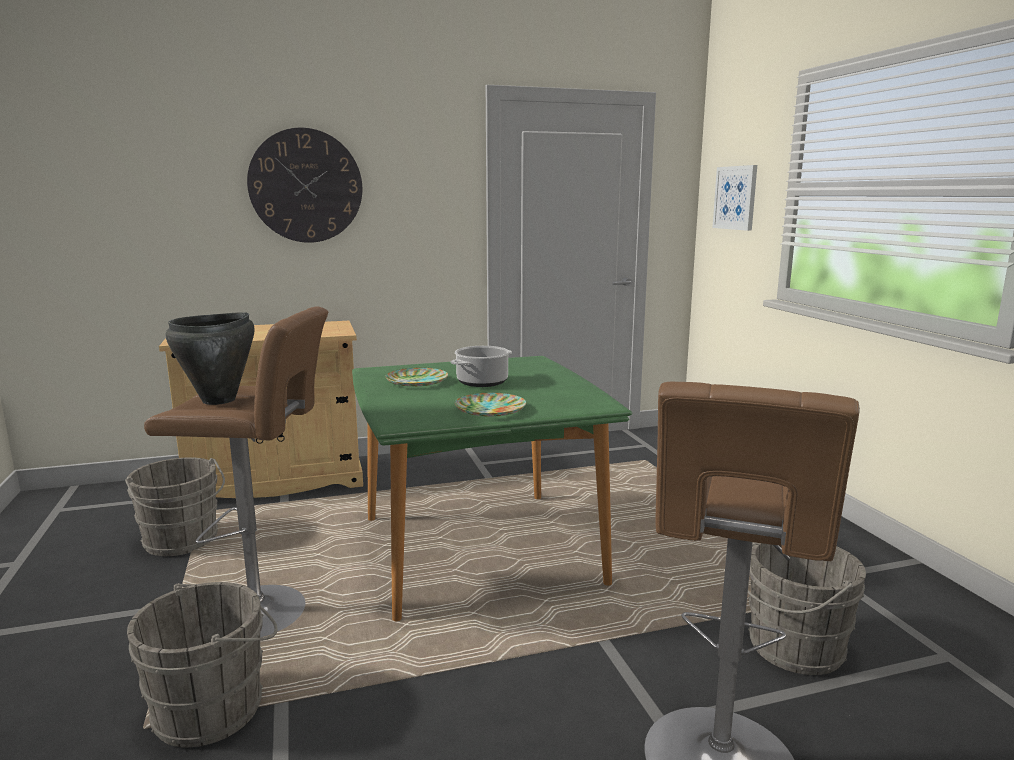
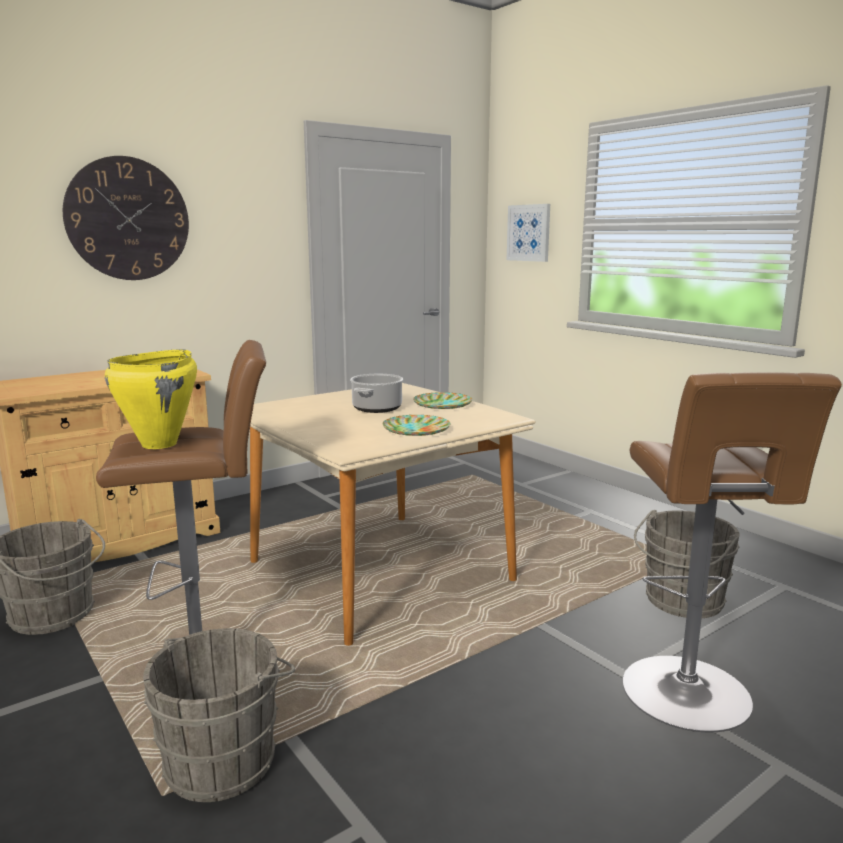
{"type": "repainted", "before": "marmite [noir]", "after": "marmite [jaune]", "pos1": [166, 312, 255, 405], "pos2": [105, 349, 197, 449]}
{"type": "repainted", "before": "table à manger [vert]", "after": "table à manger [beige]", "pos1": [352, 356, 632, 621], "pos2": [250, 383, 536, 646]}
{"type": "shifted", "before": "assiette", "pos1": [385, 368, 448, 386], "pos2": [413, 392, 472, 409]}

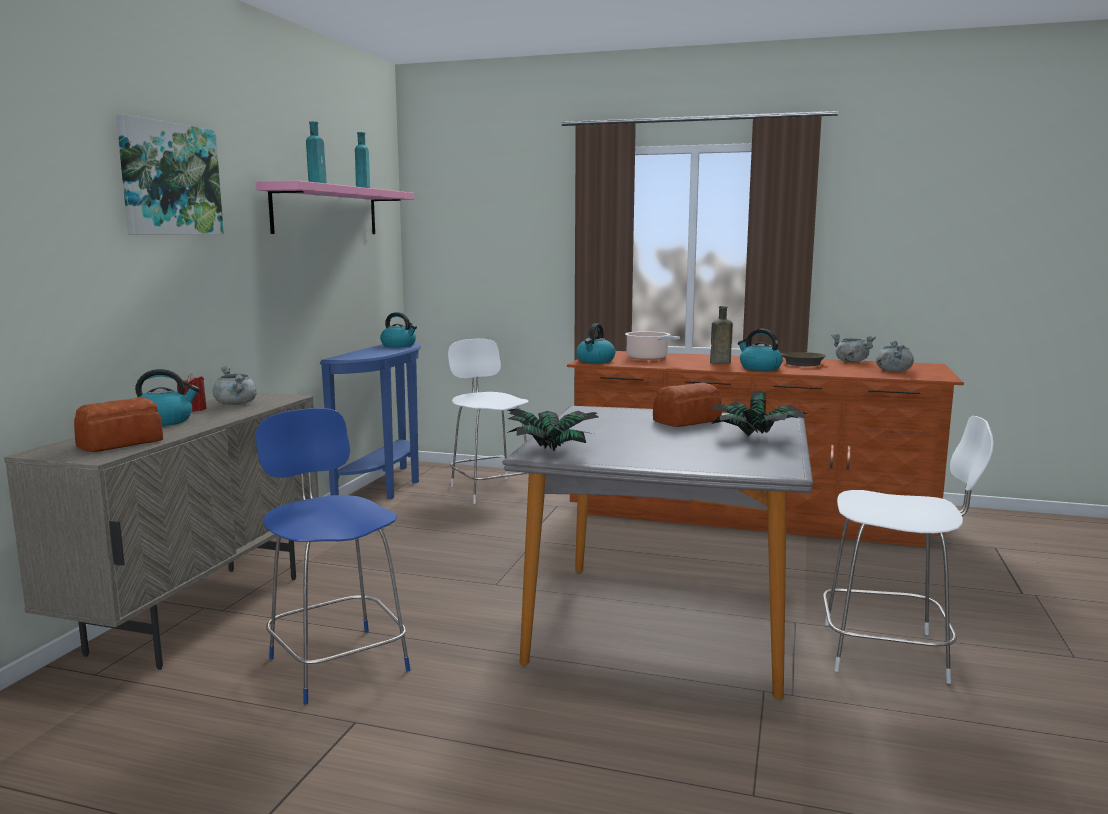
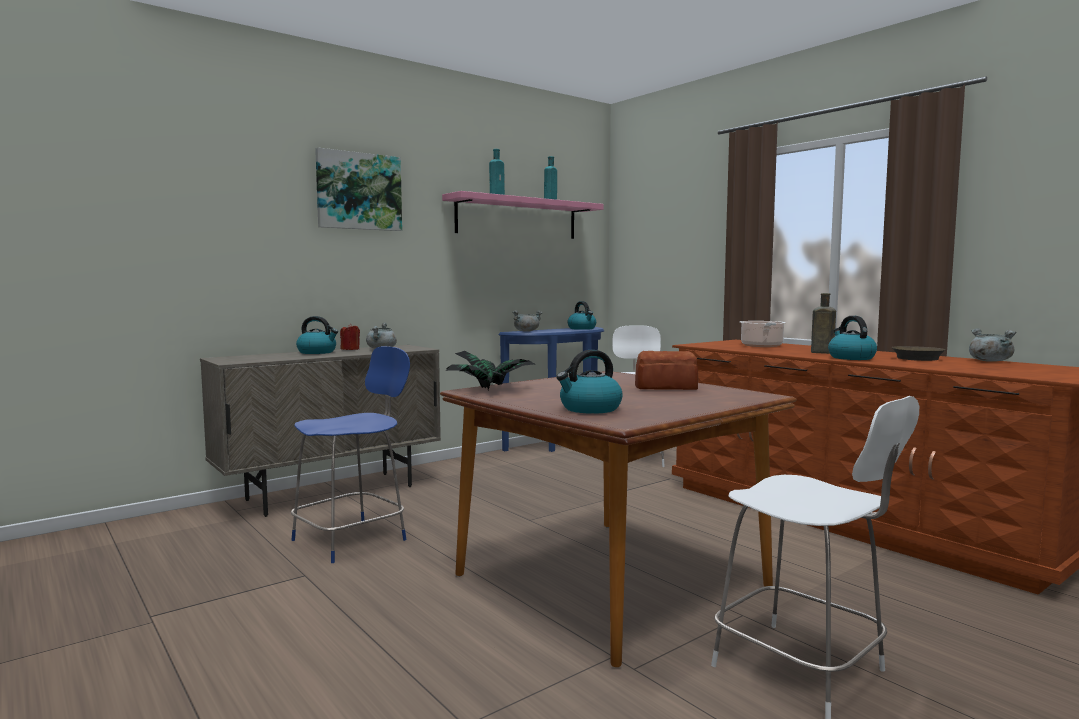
{"type": "rotated", "before": "chaise [bleu]", "pos1": [256, 408, 410, 705], "pos2": [291, 346, 410, 563], "turn": 45}
{"type": "repainted", "before": "table à manger [gris]", "after": "table à manger [marron]", "pos1": [502, 406, 813, 699], "pos2": [440, 371, 797, 667]}
{"type": "shifted", "before": "marmite [gris]", "pos1": [876, 340, 914, 372], "pos2": [512, 310, 543, 332]}
{"type": "shifted", "before": "bouilloire", "pos1": [576, 324, 615, 363], "pos2": [556, 350, 623, 414]}
{"type": "gone", "before": "pain", "pos1": [74, 397, 163, 452]}
{"type": "gone", "before": "plante en pot", "pos1": [710, 391, 807, 436]}

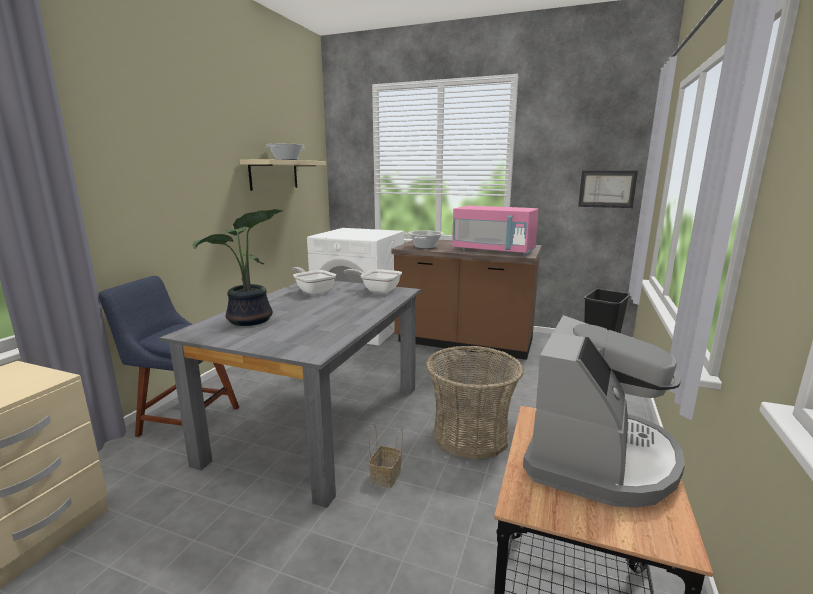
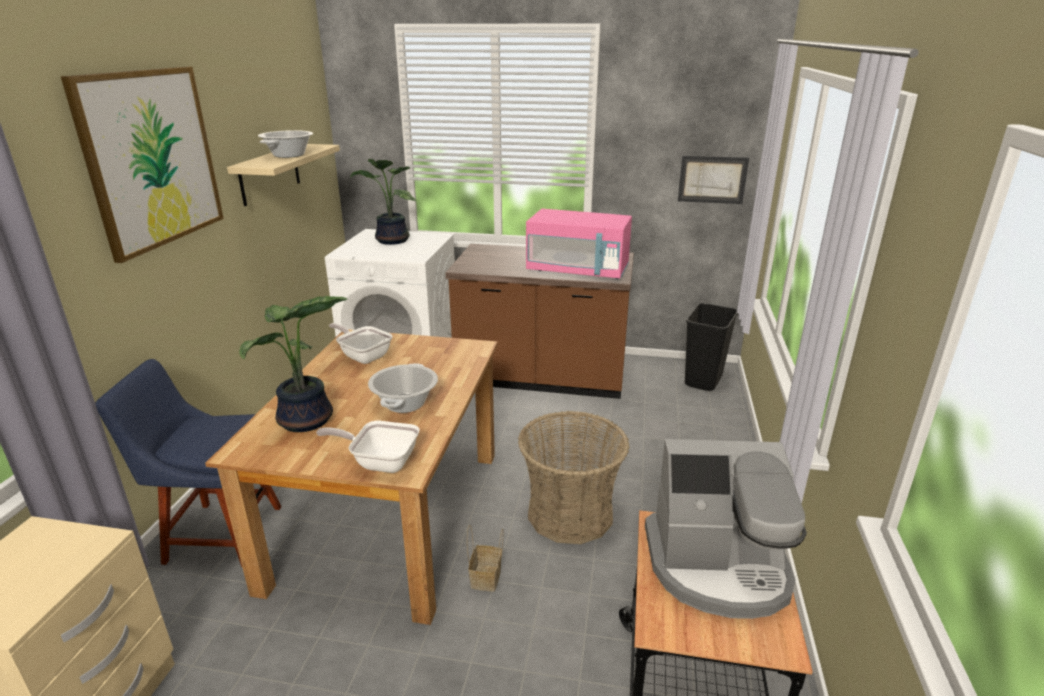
{"type": "new", "after": "tableau", "pos2": [61, 67, 224, 263]}
{"type": "repainted", "before": "table à manger [gris]", "after": "table à manger [marron]", "pos1": [159, 281, 421, 508], "pos2": [205, 329, 498, 625]}
{"type": "shifted", "before": "poêle", "pos1": [343, 269, 402, 293], "pos2": [316, 421, 420, 473]}
{"type": "new", "after": "plante en pot", "pos2": [351, 159, 417, 245]}
{"type": "shifted", "before": "marmite", "pos1": [408, 230, 444, 249], "pos2": [368, 363, 438, 413]}
{"type": "rotated", "before": "machine à café", "pos1": [523, 315, 685, 508], "pos2": [645, 439, 807, 619], "turn": 75}

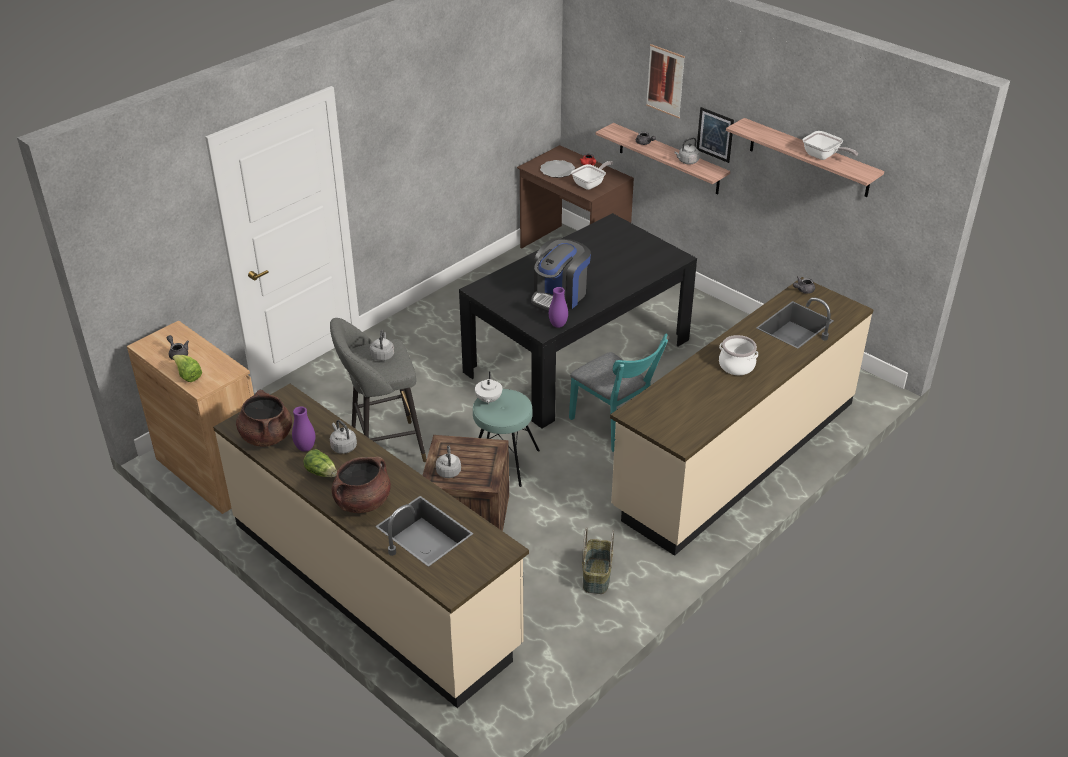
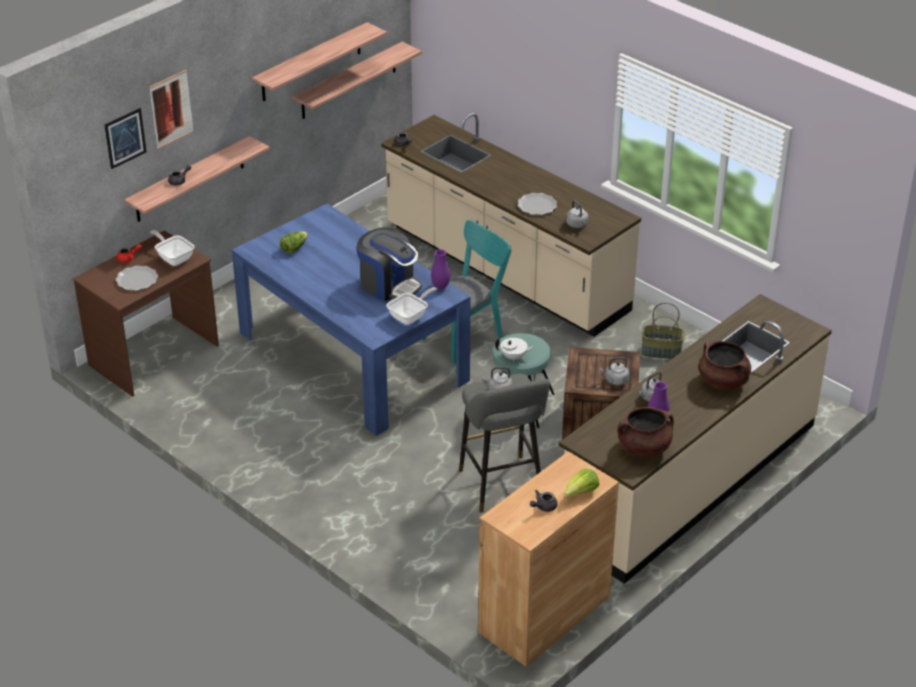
{"type": "shifted", "before": "tableau", "pos1": [697, 107, 734, 163], "pos2": [105, 108, 147, 169]}
{"type": "repainted", "before": "table à manger [noir]", "after": "table à manger [bleu]", "pos1": [459, 213, 697, 428], "pos2": [232, 203, 470, 436]}
{"type": "shifted", "before": "laitue", "pos1": [303, 449, 337, 477], "pos2": [280, 232, 308, 253]}
{"type": "new", "after": "étagère", "pos2": [292, 42, 422, 119]}
{"type": "shifted", "before": "poêle", "pos1": [803, 131, 858, 160], "pos2": [387, 287, 437, 325]}
{"type": "new", "after": "assiette", "pos2": [518, 193, 557, 215]}
{"type": "shifted", "before": "bouilloire [gris]", "pos1": [674, 137, 700, 164], "pos2": [566, 200, 588, 228]}
{"type": "gone", "before": "marmite", "pos1": [719, 335, 758, 375]}

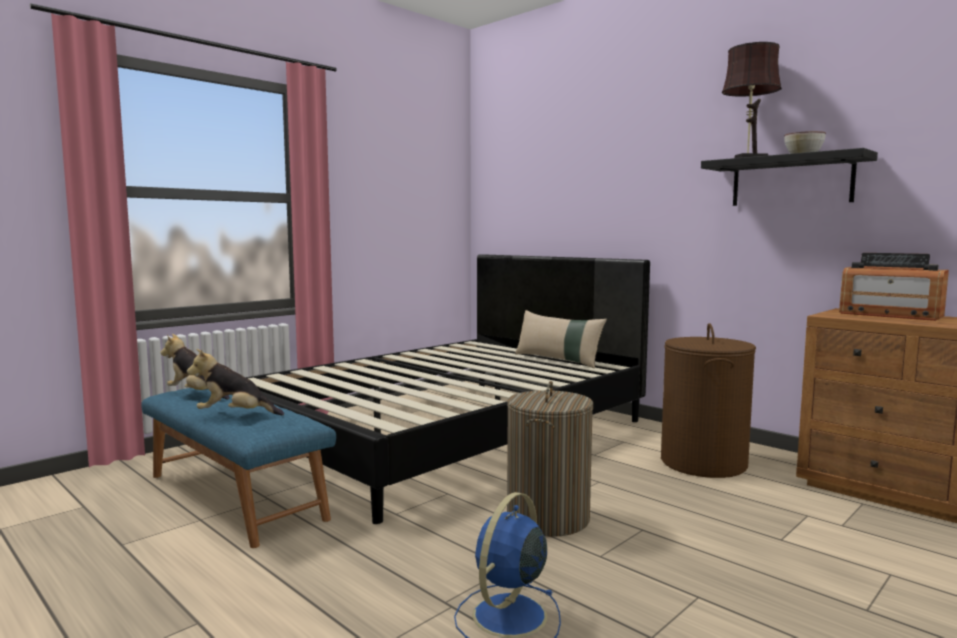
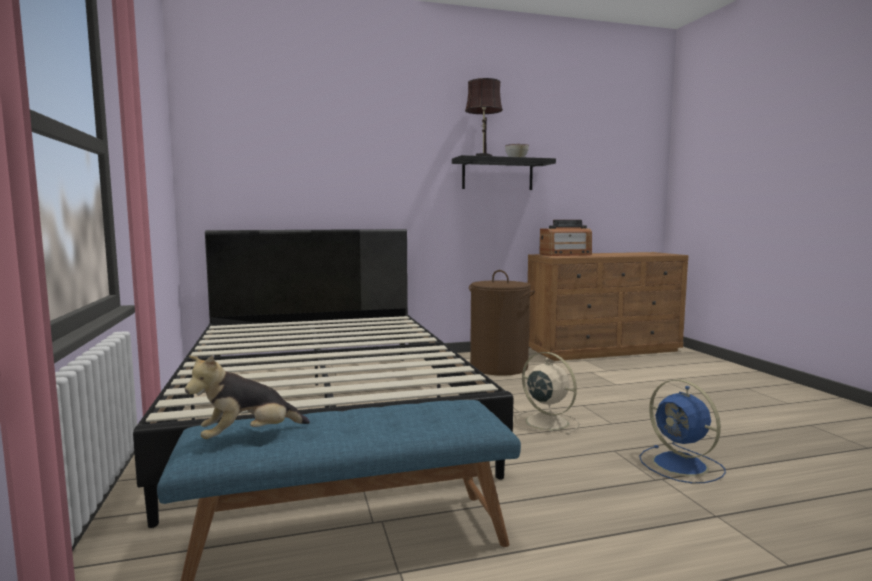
{"type": "swapped", "before": "panier à linge", "after": "ventilateur [beige]", "pos1": [507, 381, 593, 537], "pos2": [513, 352, 580, 435]}
{"type": "gone", "before": "peluche", "pos1": [187, 349, 284, 415]}
{"type": "gone", "before": "coussin [beige]", "pos1": [515, 310, 607, 368]}

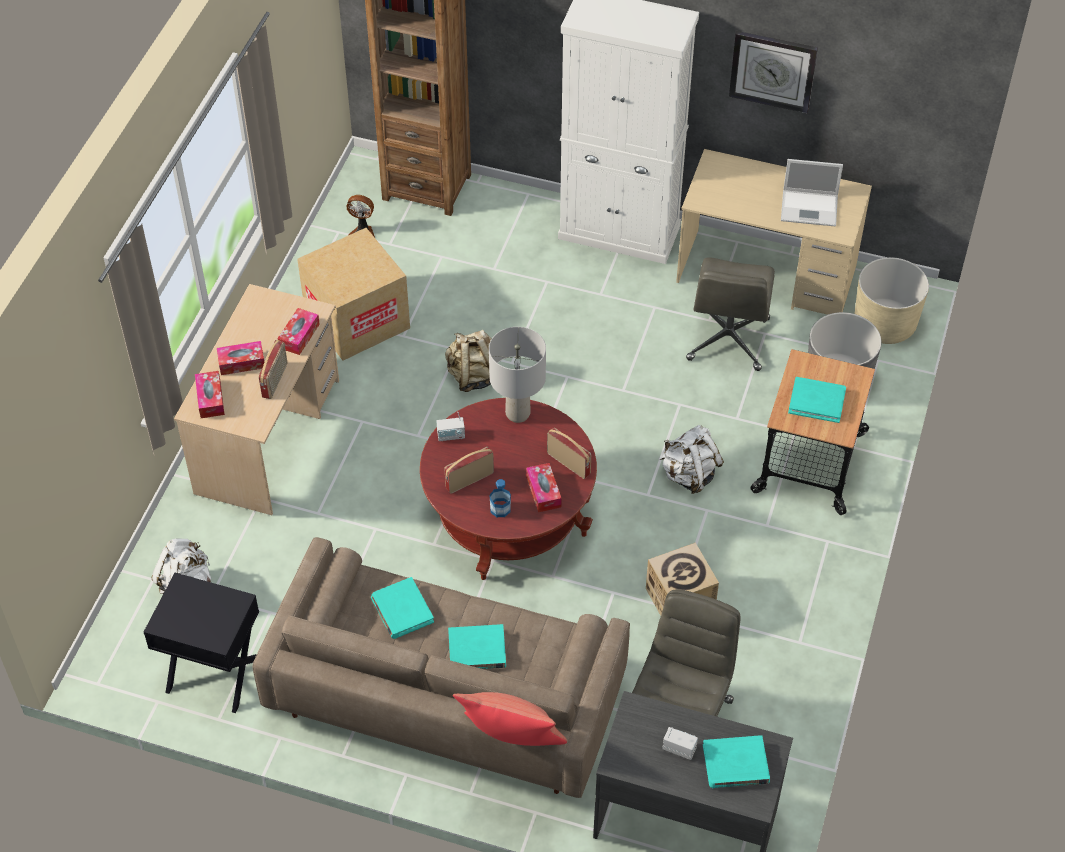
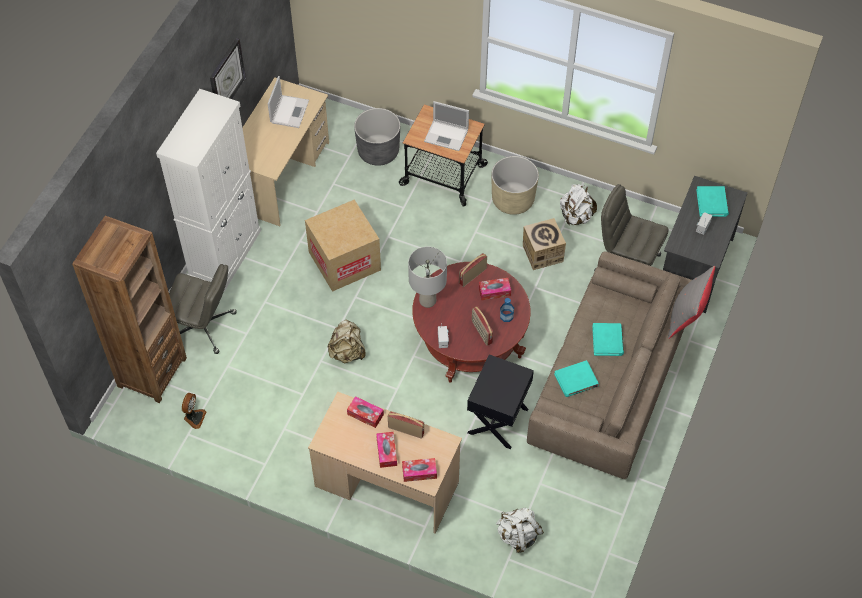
{"type": "shifted", "before": "chaise de bureau [gris]", "pos1": [686, 258, 775, 371], "pos2": [169, 264, 237, 354]}
{"type": "shifted", "before": "carton", "pos1": [297, 228, 410, 360], "pos2": [305, 199, 381, 292]}
{"type": "swapped", "before": "livre [turquoise]", "after": "ordinateur portable", "pos1": [788, 377, 846, 423], "pos2": [424, 101, 469, 151]}
{"type": "shifted", "before": "table d'appoint [noir]", "pos1": [144, 573, 259, 713], "pos2": [467, 354, 534, 449]}
{"type": "shifted", "before": "cache-pot [beige]", "pos1": [855, 257, 929, 344], "pos2": [491, 156, 539, 215]}
{"type": "shifted", "before": "sac à dos [blanc]", "pos1": [659, 425, 724, 494], "pos2": [560, 184, 597, 225]}
{"type": "repainted", "before": "coussin [rouge]", "after": "coussin [gris]", "pos1": [453, 692, 567, 746], "pos2": [668, 266, 715, 339]}

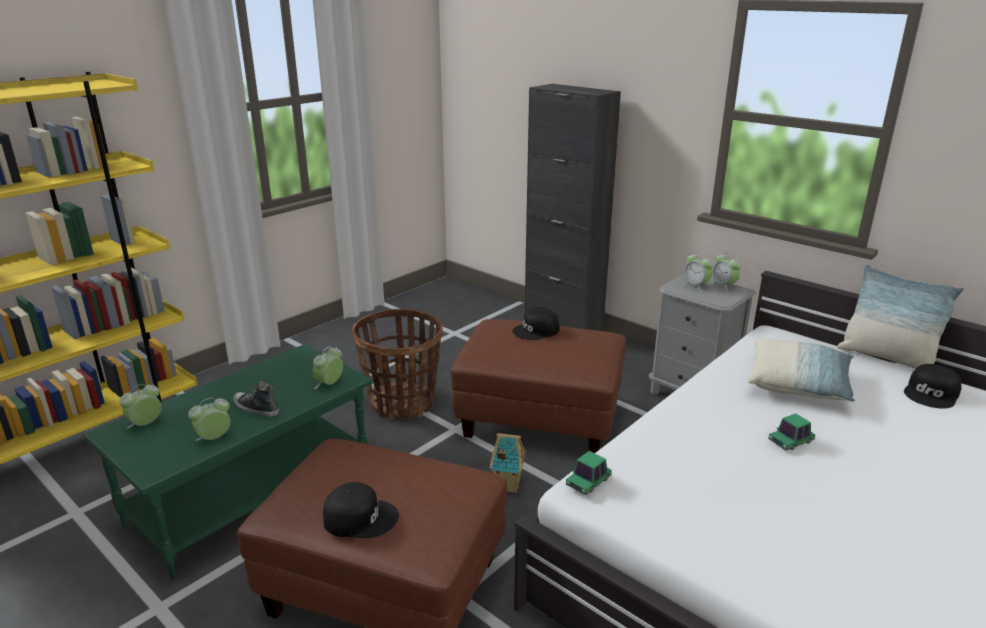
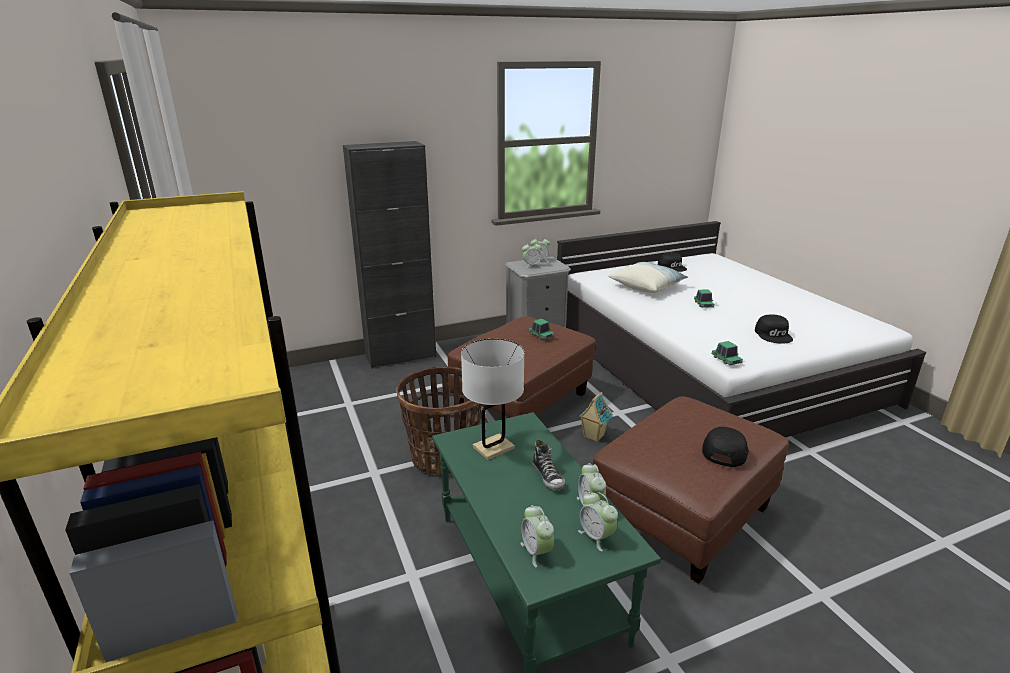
{"type": "new", "after": "lampe de table [blanc]", "pos2": [461, 339, 524, 460]}
{"type": "new", "after": "petite voiture", "pos2": [528, 319, 554, 340]}
{"type": "rotated", "before": "chaussure", "pos1": [233, 380, 279, 417], "pos2": [532, 439, 565, 490], "turn": -75}
{"type": "shifted", "before": "réveil", "pos1": [313, 346, 343, 389], "pos2": [578, 492, 618, 552]}
{"type": "shifted", "before": "casquette [noir]", "pos1": [512, 307, 560, 340], "pos2": [755, 314, 793, 344]}
{"type": "gone", "before": "coussin", "pos1": [837, 264, 964, 369]}

